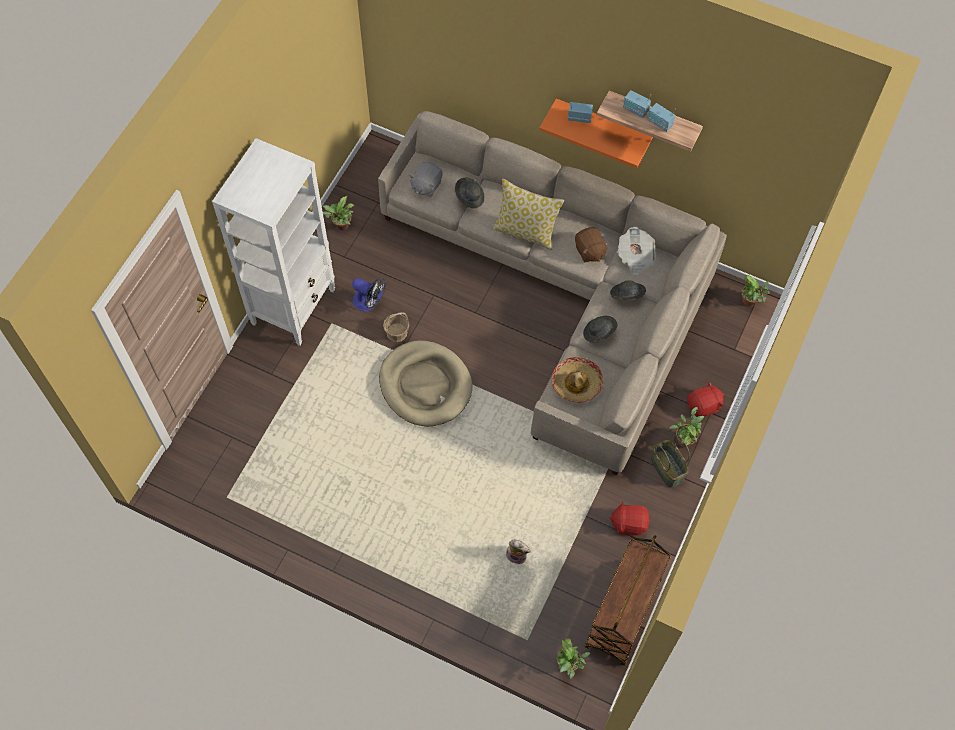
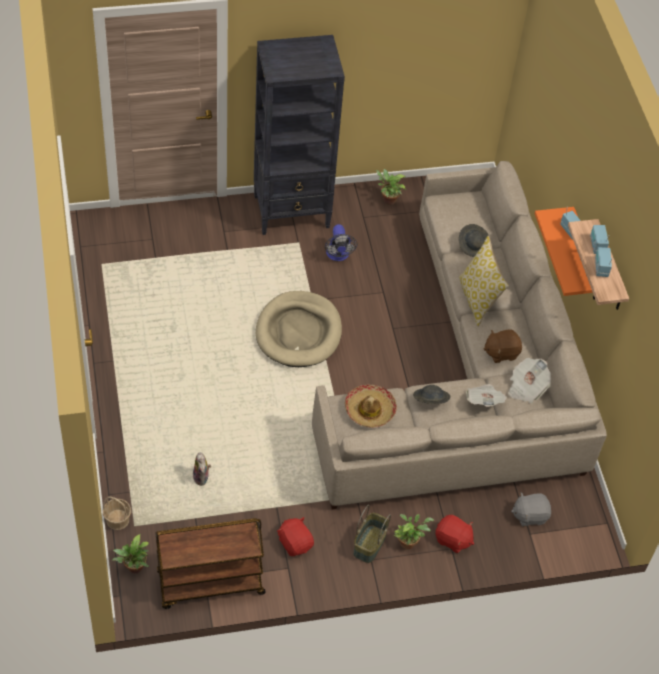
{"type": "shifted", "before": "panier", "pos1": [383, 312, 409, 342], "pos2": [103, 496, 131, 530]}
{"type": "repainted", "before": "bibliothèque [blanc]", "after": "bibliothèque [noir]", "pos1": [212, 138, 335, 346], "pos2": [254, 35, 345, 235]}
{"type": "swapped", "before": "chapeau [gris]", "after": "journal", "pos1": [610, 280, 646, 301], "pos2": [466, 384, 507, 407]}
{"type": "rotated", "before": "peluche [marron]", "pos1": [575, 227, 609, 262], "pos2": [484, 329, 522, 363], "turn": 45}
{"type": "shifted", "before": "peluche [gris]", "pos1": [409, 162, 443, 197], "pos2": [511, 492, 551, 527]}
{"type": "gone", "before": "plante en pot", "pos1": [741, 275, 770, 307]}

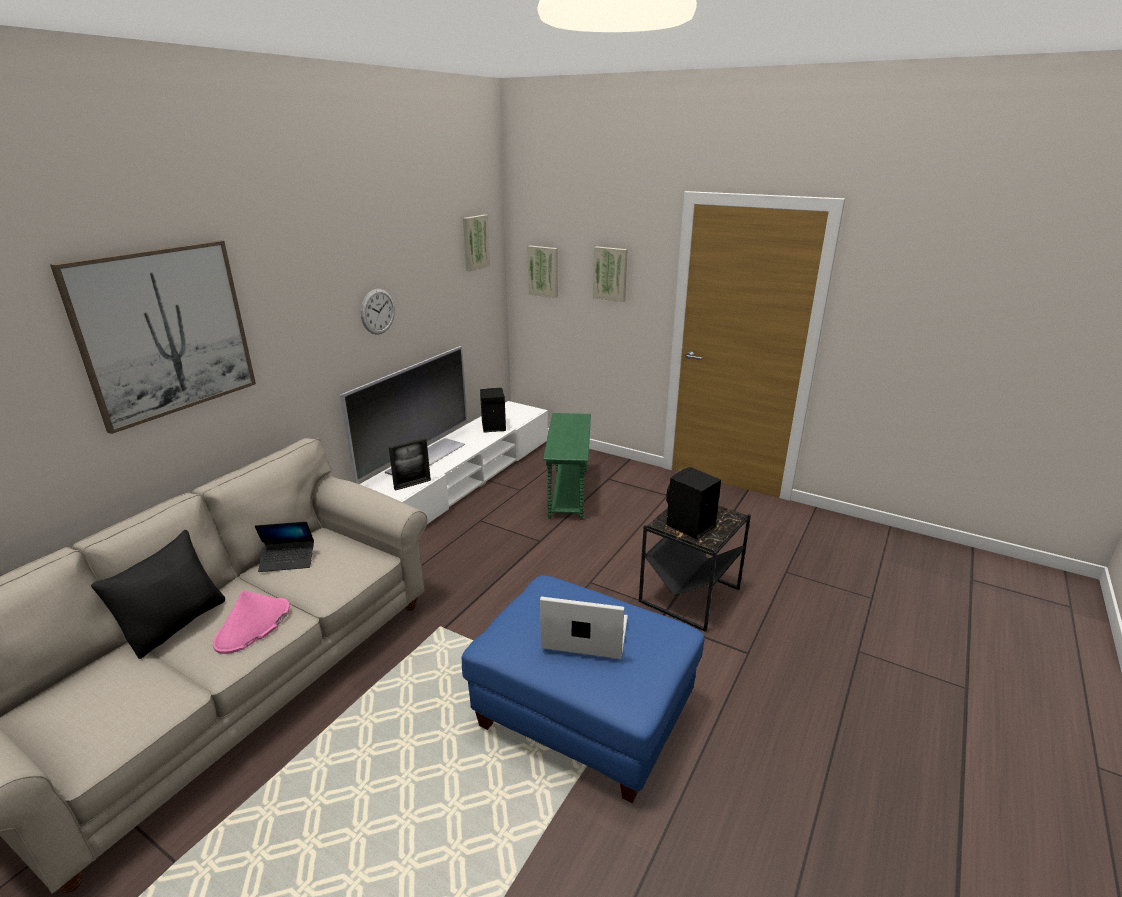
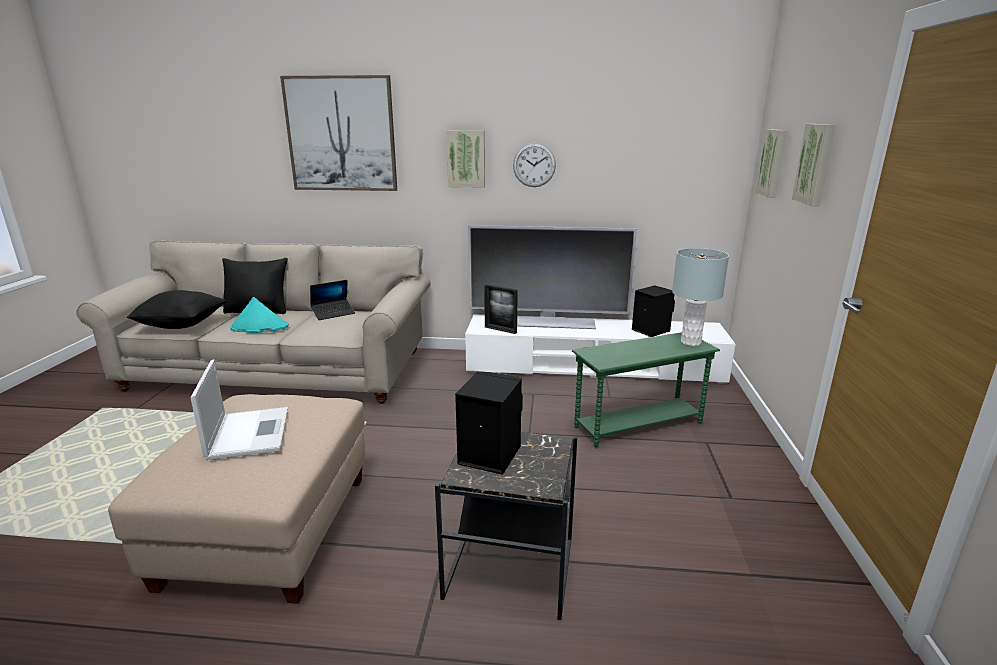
{"type": "repainted", "before": "pouf [bleu]", "after": "pouf [beige]", "pos1": [462, 575, 704, 803], "pos2": [108, 394, 365, 604]}
{"type": "new", "after": "coussin [noir]", "pos2": [126, 290, 227, 329]}
{"type": "repainted", "before": "chapeau [rose]", "after": "chapeau [turquoise]", "pos1": [213, 590, 290, 654], "pos2": [230, 297, 289, 333]}
{"type": "rotated", "before": "ordinateur portable", "pos1": [255, 521, 314, 572], "pos2": [310, 280, 355, 320], "turn": -90}
{"type": "shifted", "before": "tableau", "pos1": [463, 215, 490, 271], "pos2": [447, 130, 485, 188]}
{"type": "new", "after": "lampe de table [gris]", "pos2": [672, 248, 729, 346]}

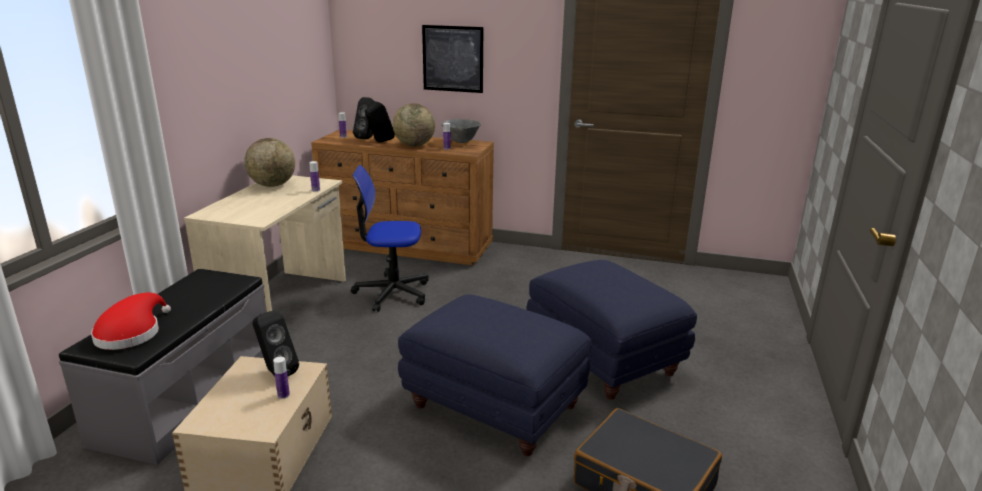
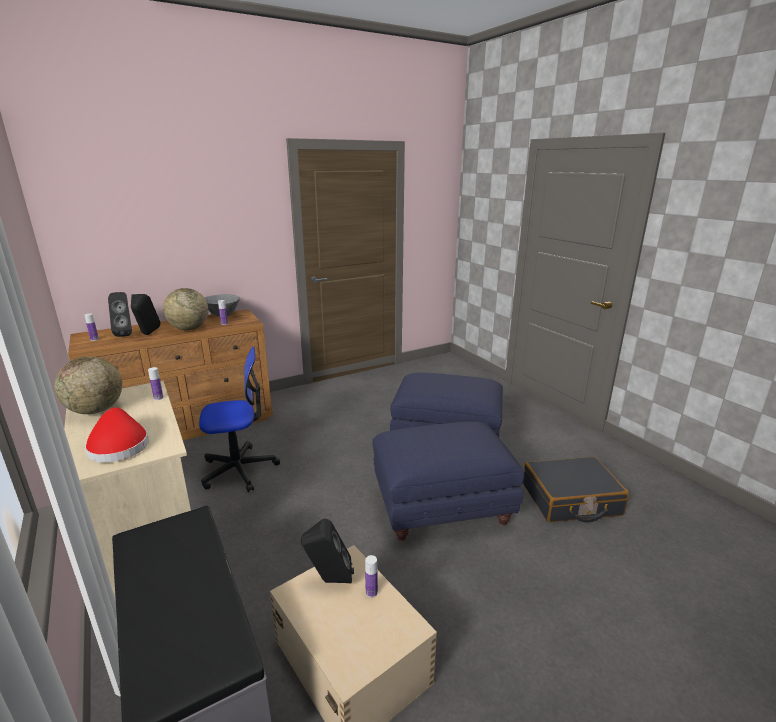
{"type": "shifted", "before": "chapeau [rouge]", "pos1": [91, 292, 171, 350], "pos2": [85, 407, 149, 463]}
{"type": "rotated", "before": "chaise de bureau", "pos1": [351, 165, 429, 312], "pos2": [199, 346, 280, 492], "turn": -150}
{"type": "gone", "before": "tableau", "pos1": [422, 25, 483, 93]}

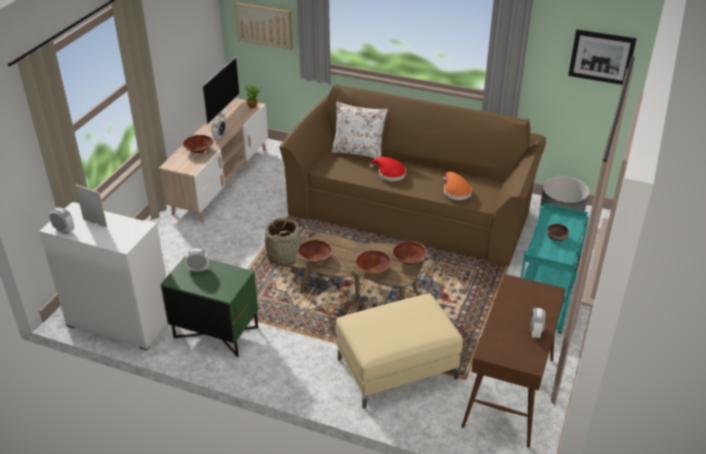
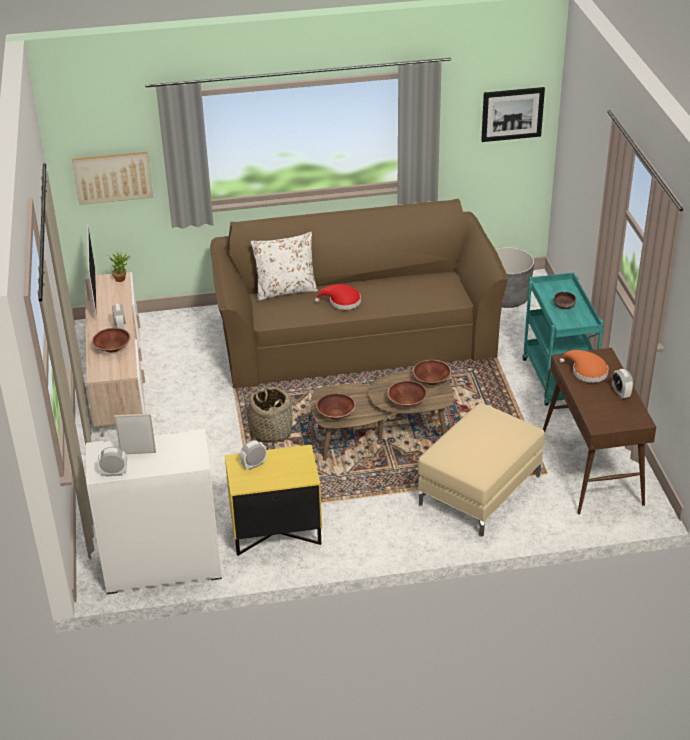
{"type": "repainted", "before": "table de chevet [vert]", "after": "table de chevet [jaune]", "pos1": [161, 255, 258, 357], "pos2": [225, 445, 322, 556]}
{"type": "shifted", "before": "chapeau [orange]", "pos1": [443, 172, 472, 200], "pos2": [559, 350, 609, 383]}

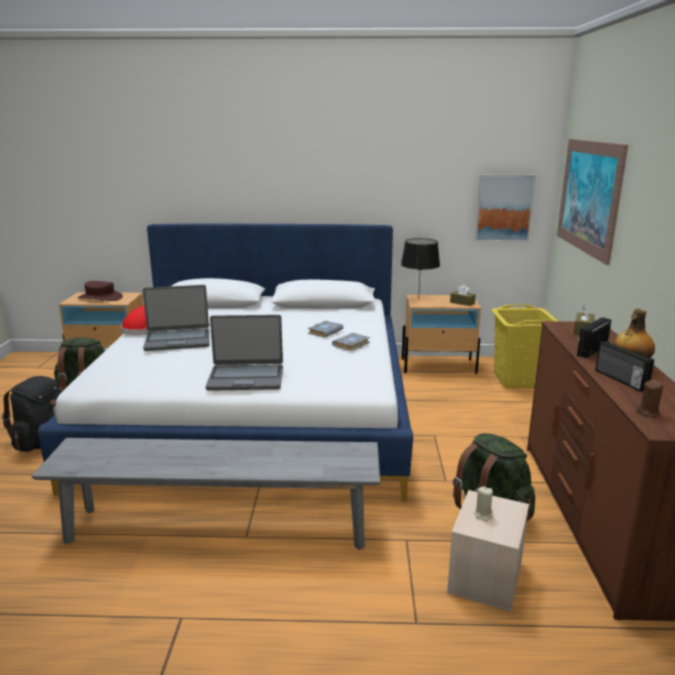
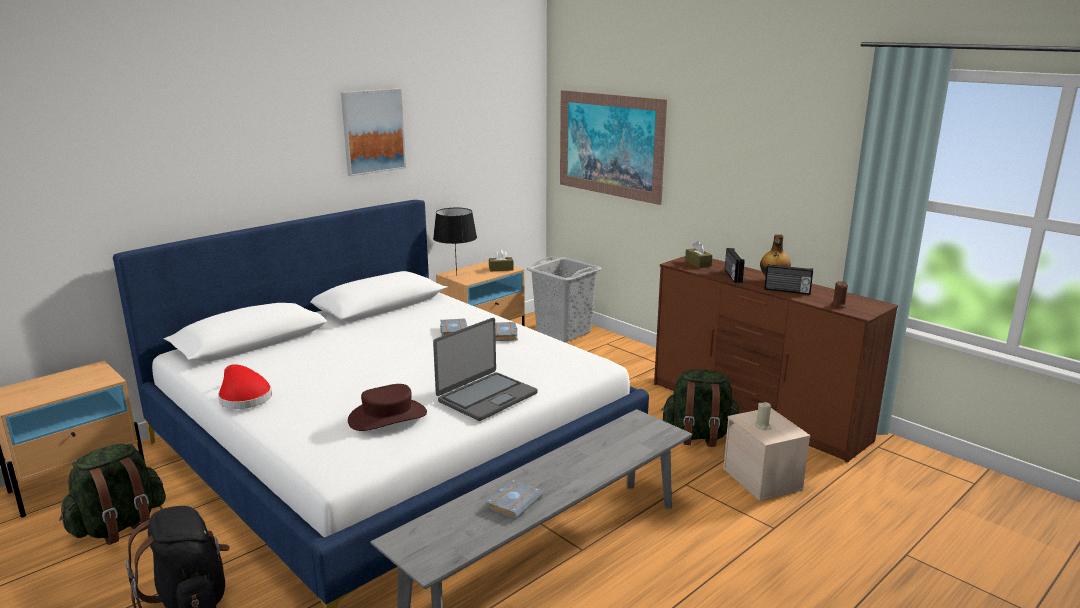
{"type": "shifted", "before": "tableau", "pos1": [475, 174, 536, 242], "pos2": [341, 88, 406, 176]}
{"type": "shifted", "before": "chapeau [marron]", "pos1": [78, 281, 123, 301], "pos2": [348, 384, 427, 431]}
{"type": "new", "after": "livre [gris]", "pos2": [486, 479, 543, 520]}
{"type": "repainted", "before": "panier à linge [jaune]", "after": "panier à linge [gris]", "pos1": [491, 304, 558, 388], "pos2": [527, 256, 602, 342]}
{"type": "gone", "before": "ordinateur portable", "pos1": [143, 285, 209, 351]}

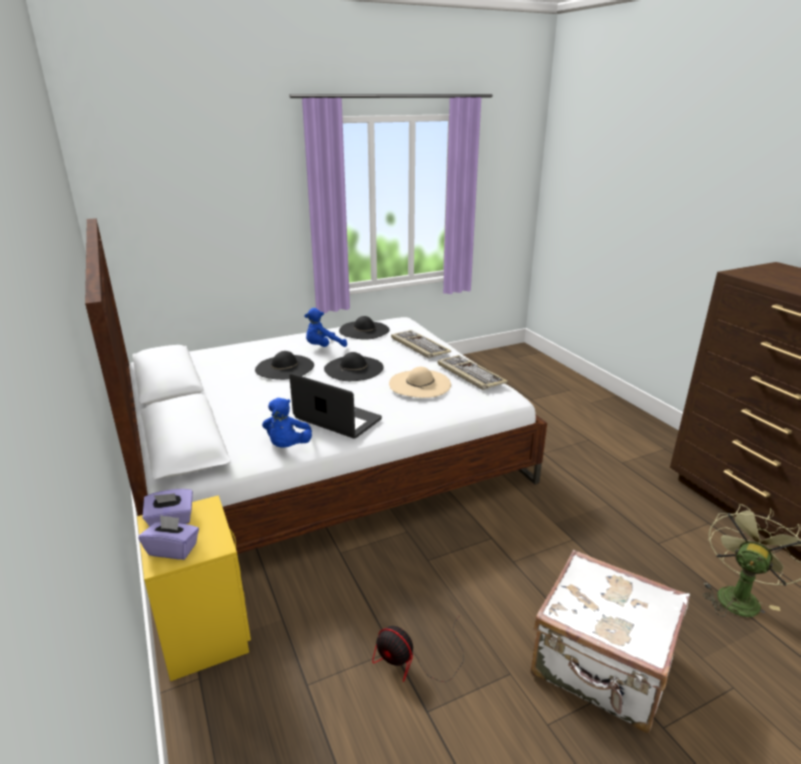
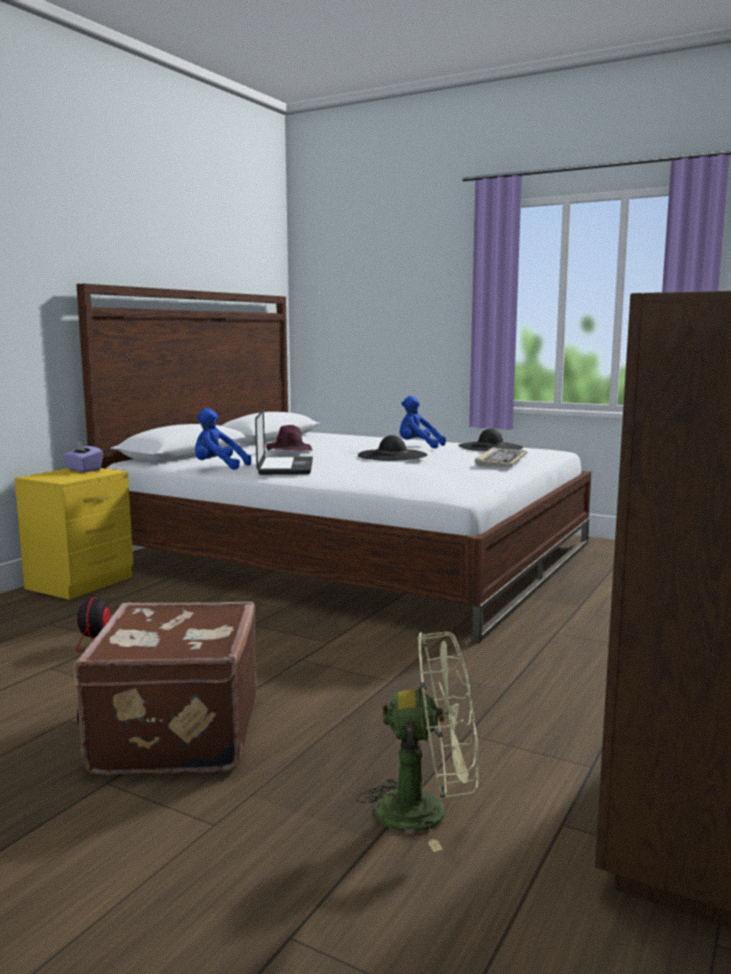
{"type": "repainted", "before": "valise [blanc]", "after": "valise [marron]", "pos1": [531, 550, 690, 733], "pos2": [73, 601, 257, 775]}
{"type": "rotated", "before": "peluche [bleu]", "pos1": [262, 398, 312, 448], "pos2": [195, 408, 251, 470], "turn": 45}
{"type": "new", "after": "chapeau [violet]", "pos2": [266, 425, 312, 451]}
{"type": "gone", "before": "boîte à mouchoirs [violet]", "pos1": [139, 515, 199, 560]}
{"type": "gone", "before": "chapeau [noir]", "pos1": [255, 351, 314, 380]}
{"type": "gone", "before": "chapeau [beige]", "pos1": [389, 367, 451, 398]}
{"type": "gone", "before": "clavier", "pos1": [438, 355, 507, 390]}

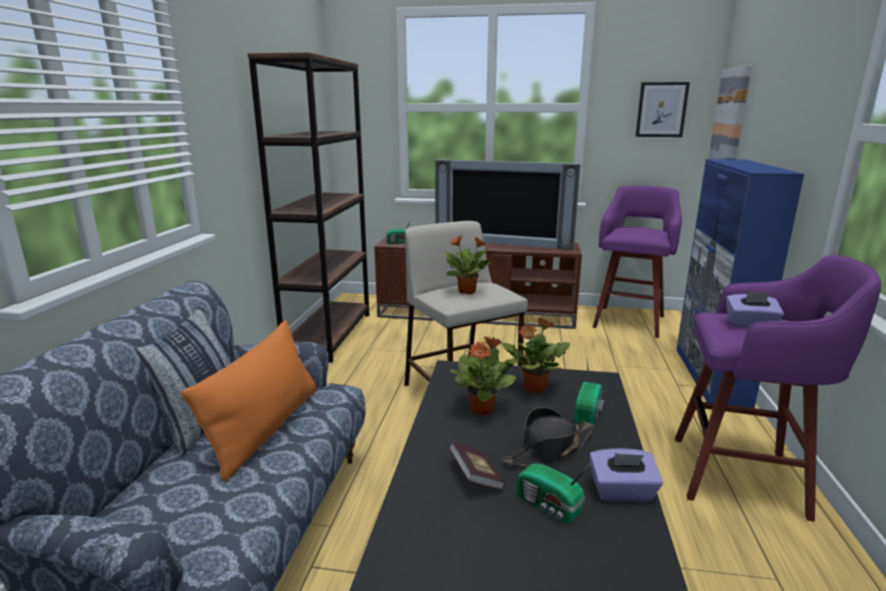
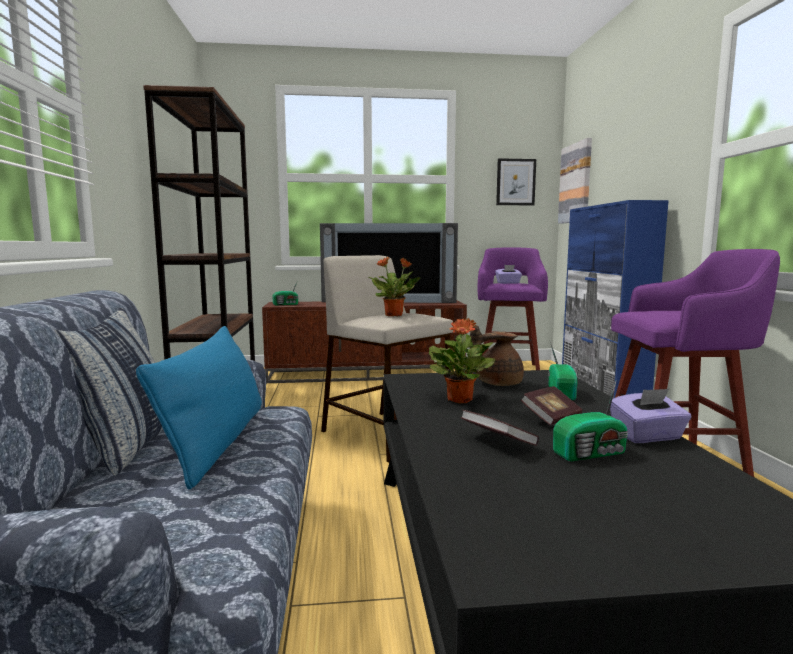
{"type": "repainted", "before": "coussin [orange]", "after": "coussin [bleu]", "pos1": [181, 320, 317, 481], "pos2": [136, 326, 262, 489]}
{"type": "swapped", "before": "plante en pot", "after": "théière [marron]", "pos1": [502, 317, 570, 393], "pos2": [470, 326, 524, 386]}
{"type": "shifted", "before": "boîte à mouchoirs [violet]", "pos1": [726, 291, 784, 328], "pos2": [495, 265, 522, 284]}
{"type": "swapped", "before": "chapeau [noir]", "after": "livre", "pos1": [502, 407, 594, 466], "pos2": [521, 386, 583, 425]}
{"type": "rotated", "before": "radio", "pos1": [517, 461, 593, 524], "pos2": [553, 381, 628, 461], "turn": -45}

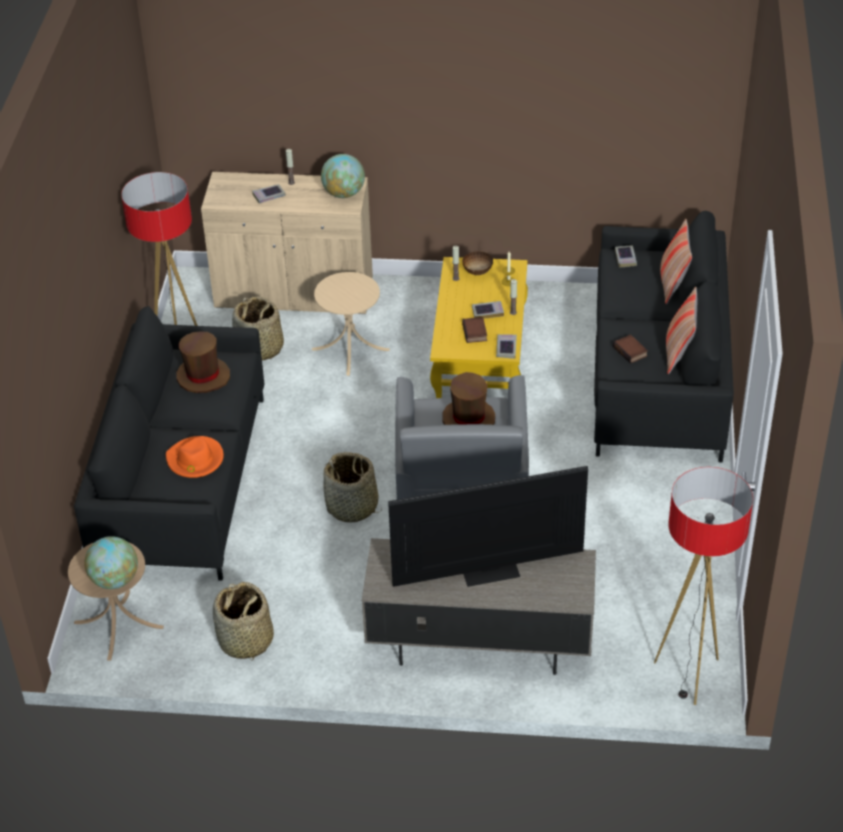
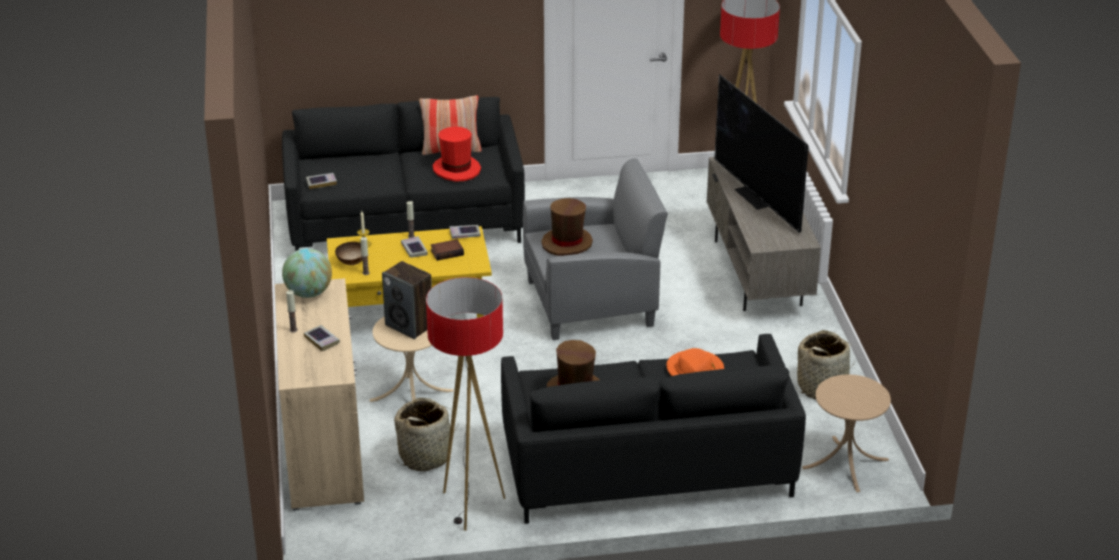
{"type": "new", "after": "enceinte", "pos2": [382, 261, 432, 339]}
{"type": "swapped", "before": "livre", "after": "chapeau [rouge]", "pos1": [613, 334, 648, 364], "pos2": [433, 127, 481, 182]}
{"type": "gone", "before": "globe", "pos1": [84, 536, 138, 589]}
{"type": "gone", "before": "panier", "pos1": [324, 452, 382, 523]}
{"type": "gone", "before": "coussin", "pos1": [660, 219, 692, 304]}

